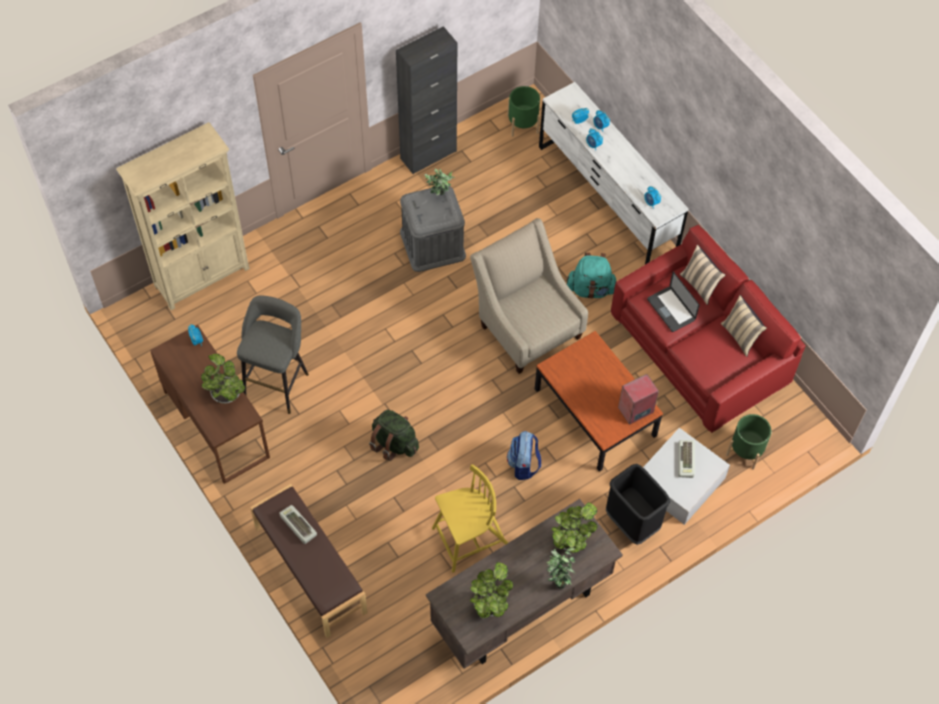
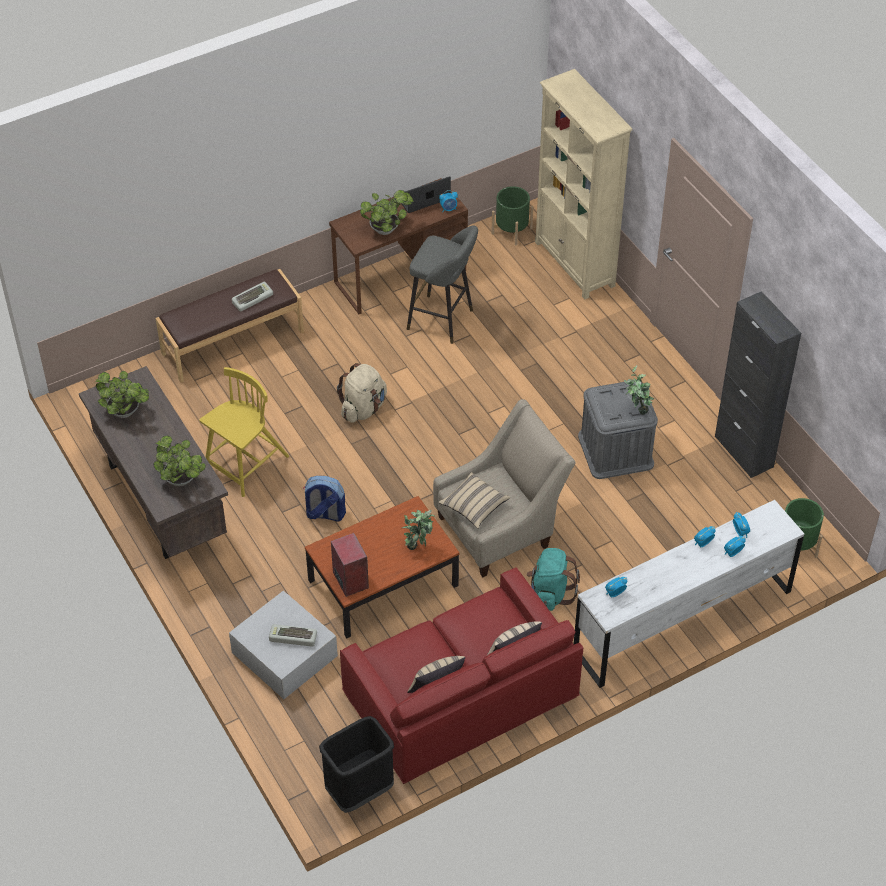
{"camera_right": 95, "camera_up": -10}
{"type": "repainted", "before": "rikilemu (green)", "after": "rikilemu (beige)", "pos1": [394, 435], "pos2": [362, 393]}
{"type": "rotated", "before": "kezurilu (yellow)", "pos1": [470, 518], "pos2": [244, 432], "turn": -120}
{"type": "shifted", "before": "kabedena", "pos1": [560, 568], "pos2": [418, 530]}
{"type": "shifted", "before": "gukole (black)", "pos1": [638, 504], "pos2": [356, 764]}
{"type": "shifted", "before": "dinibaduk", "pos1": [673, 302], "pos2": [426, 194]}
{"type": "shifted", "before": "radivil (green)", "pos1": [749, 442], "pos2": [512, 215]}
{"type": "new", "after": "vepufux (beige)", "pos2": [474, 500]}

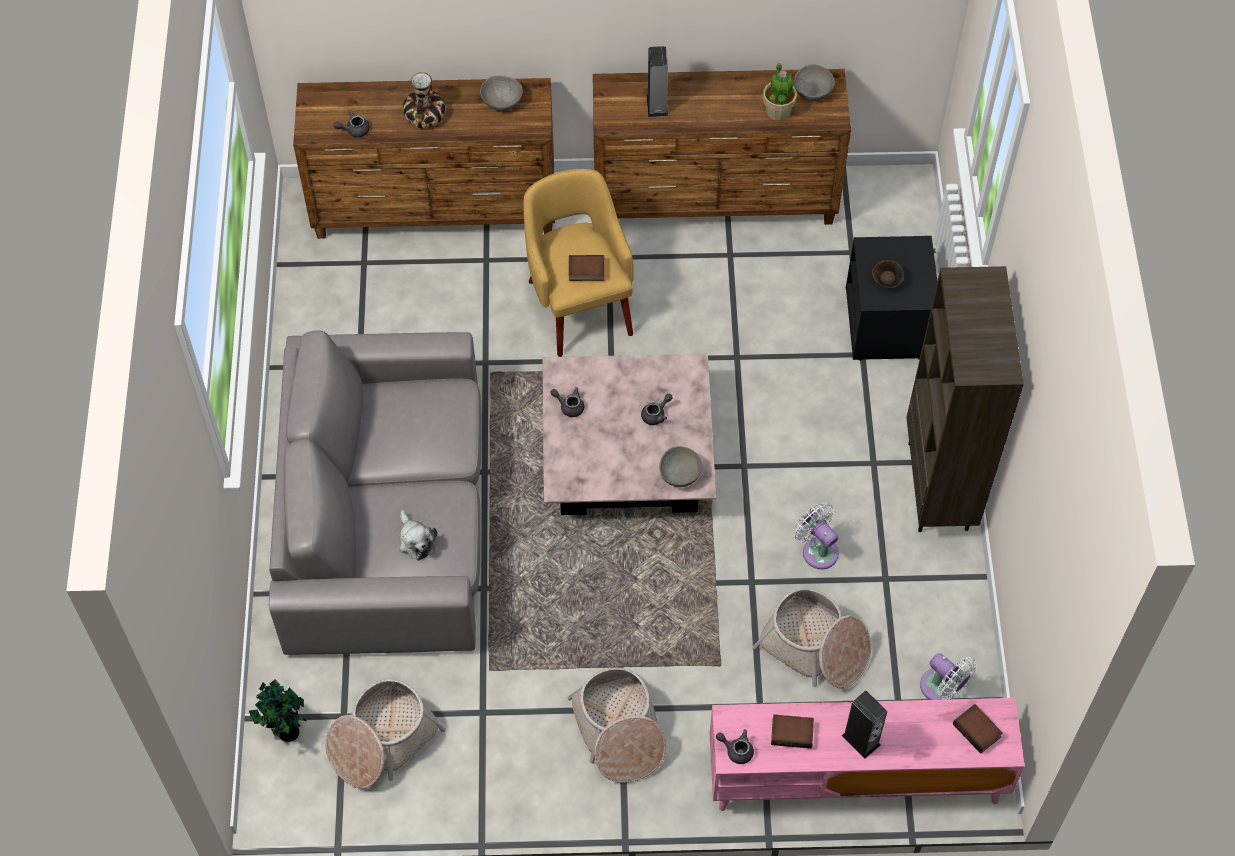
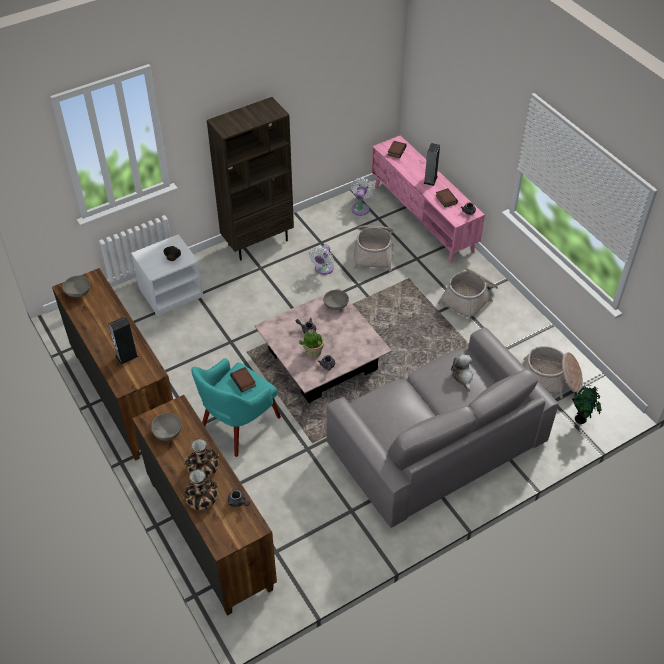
{"camera_right": -120, "camera_up": -10}
{"type": "rotated", "before": "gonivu", "pos1": [418, 535], "pos2": [462, 372], "turn": -45}
{"type": "repainted", "before": "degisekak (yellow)", "after": "degisekak (turquoise)", "pos1": [578, 263], "pos2": [236, 407]}
{"type": "shifted", "before": "kabedena", "pos1": [780, 92], "pos2": [311, 343]}
{"type": "repainted", "before": "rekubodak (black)", "after": "rekubodak (white)", "pos1": [891, 298], "pos2": [167, 275]}
{"type": "new", "after": "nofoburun", "pos2": [200, 489]}

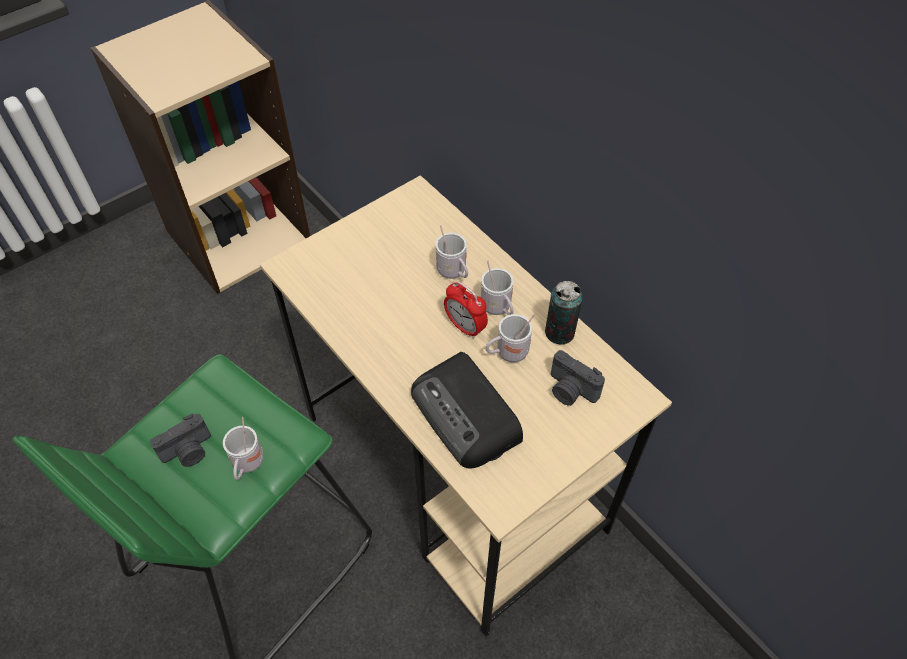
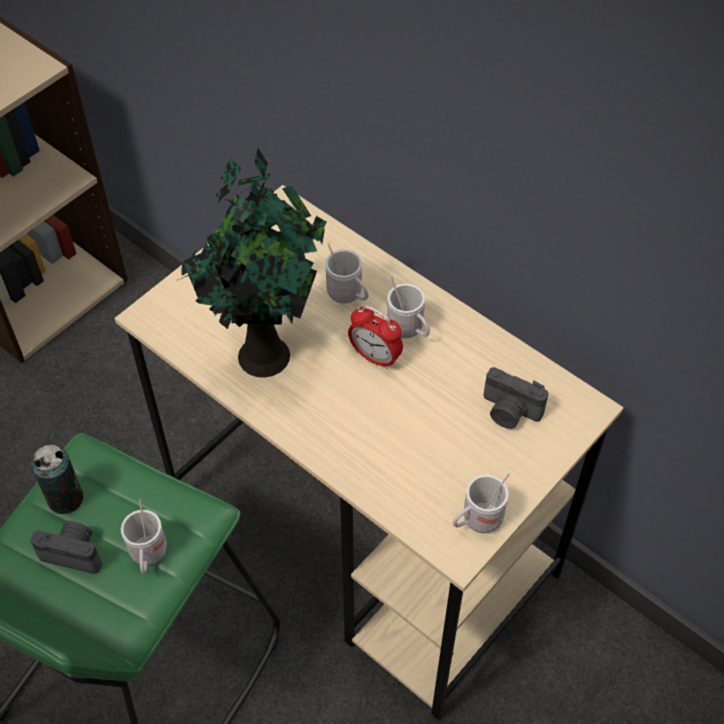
{"camera_right": -10, "camera_up": 0}
{"type": "rotated", "before": "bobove", "pos1": [180, 440], "pos2": [66, 547], "turn": -120}
{"type": "gone", "before": "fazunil", "pos1": [467, 410]}
{"type": "shifted", "before": "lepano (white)", "pos1": [510, 338], "pos2": [481, 503]}
{"type": "shifted", "before": "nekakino", "pos1": [564, 313], "pos2": [57, 479]}
{"type": "new", "after": "kabedena", "pos2": [251, 263]}

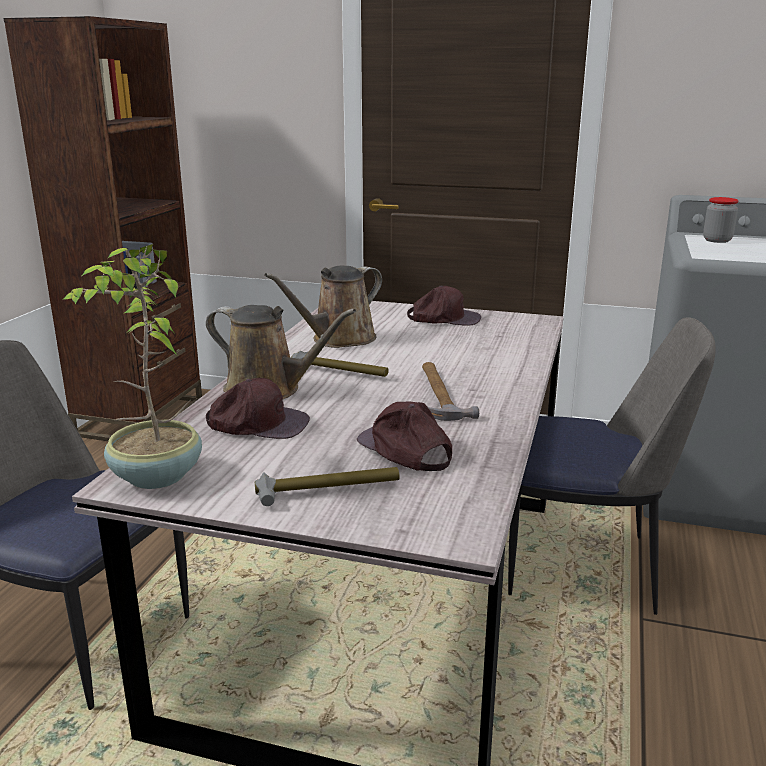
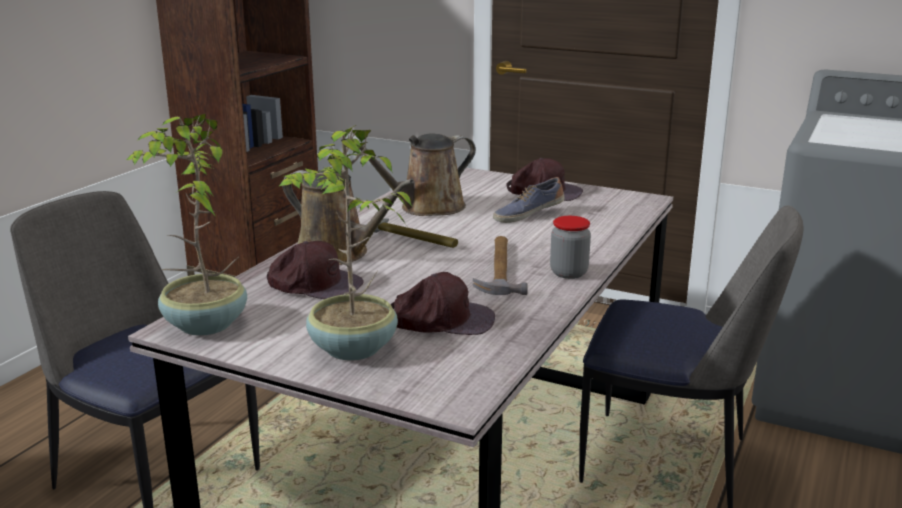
{"camera_right": 10, "camera_up": 0}
{"type": "swapped", "before": "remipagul", "after": "kabedena", "pos1": [327, 486], "pos2": [345, 243]}
{"type": "rotated", "before": "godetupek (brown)", "pos1": [404, 436], "pos2": [443, 303], "turn": 120}
{"type": "shifted", "before": "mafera", "pos1": [720, 220], "pos2": [570, 247]}
{"type": "new", "after": "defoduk", "pos2": [529, 200]}

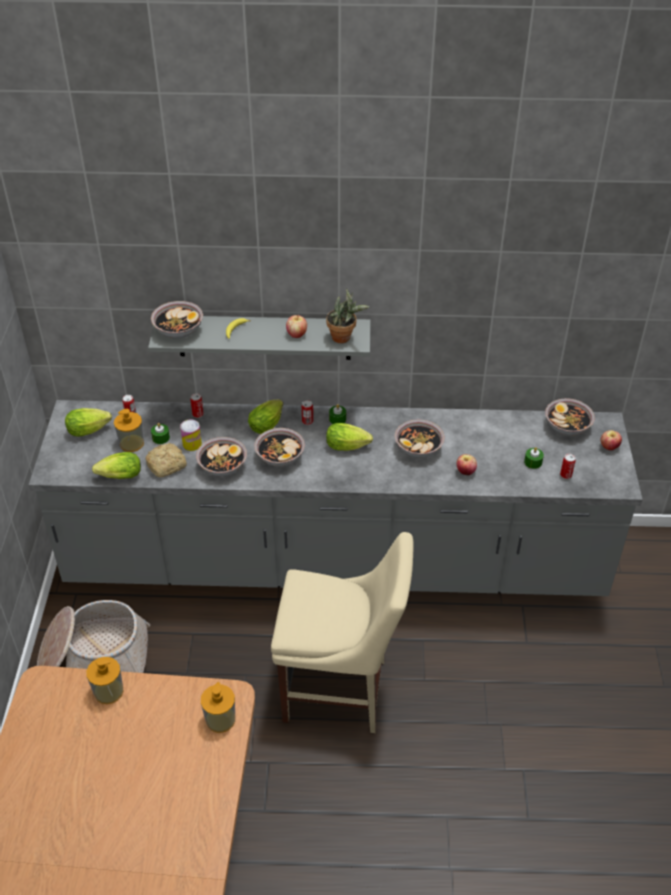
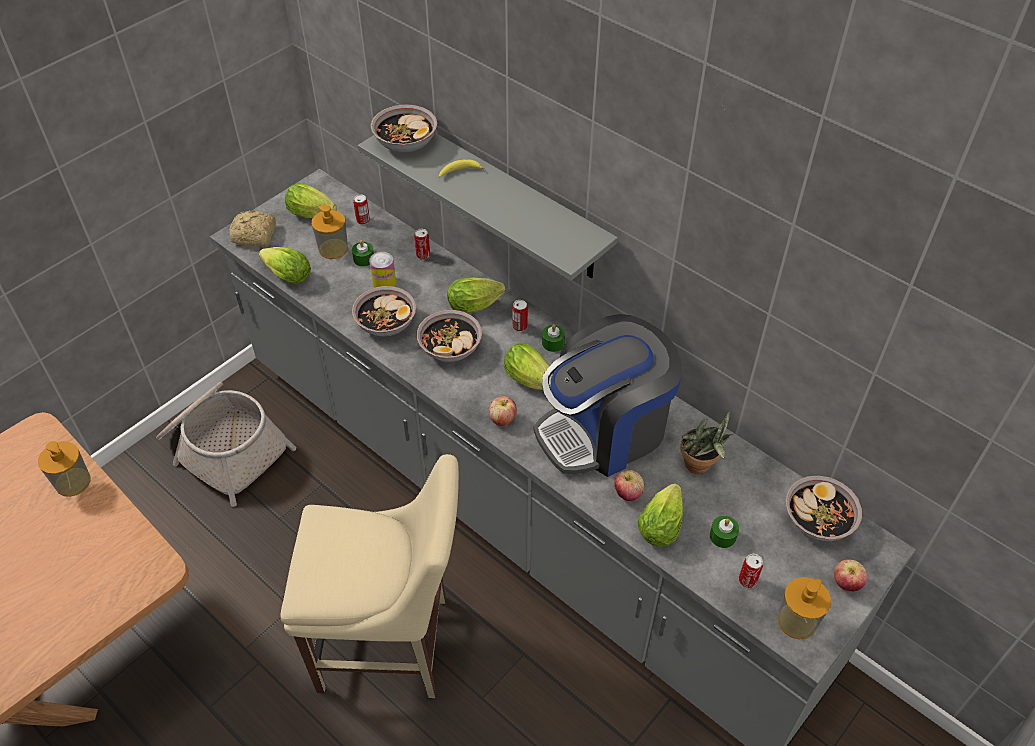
{"camera_right": 40, "camera_up": 5}
{"type": "shifted", "before": "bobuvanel", "pos1": [166, 460], "pos2": [252, 228]}
{"type": "shifted", "before": "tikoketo", "pos1": [218, 707], "pos2": [804, 608]}
{"type": "rotated", "before": "kezurilu (beige)", "pos1": [342, 632], "pos2": [369, 576], "turn": -45}
{"type": "shifted", "before": "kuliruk", "pos1": [296, 326], "pos2": [503, 411]}
{"type": "shifted", "before": "kabedena", "pos1": [347, 315], "pos2": [707, 442]}
{"type": "swapped", "before": "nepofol", "after": "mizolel", "pos1": [420, 438], "pos2": [608, 395]}
{"type": "new", "after": "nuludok", "pos2": [660, 515]}

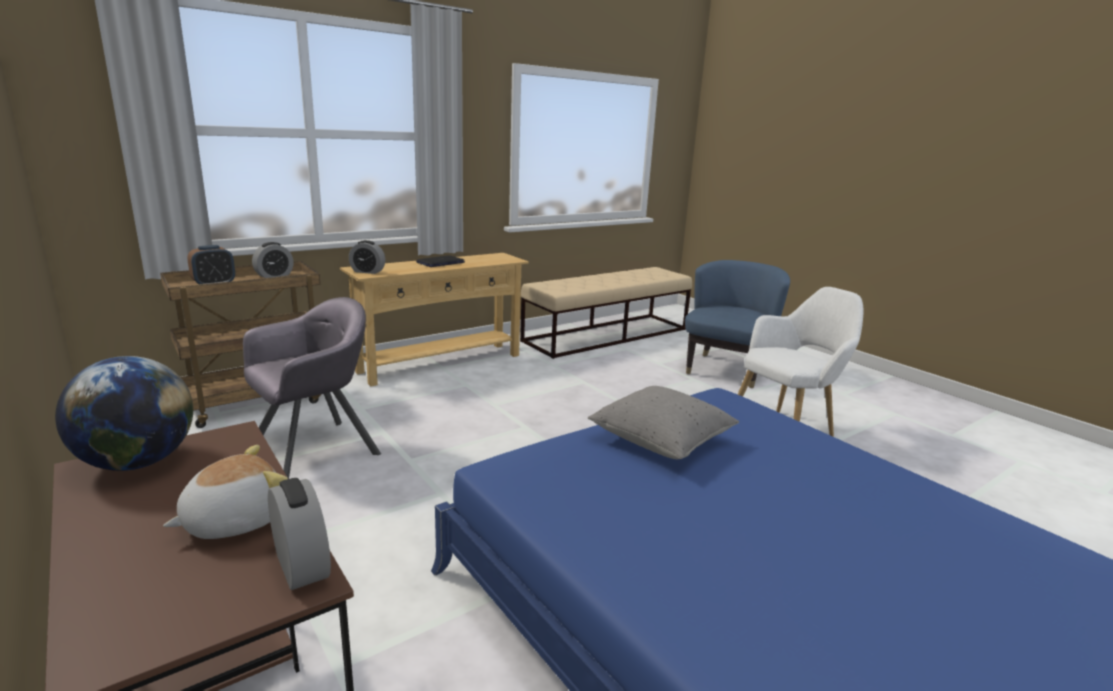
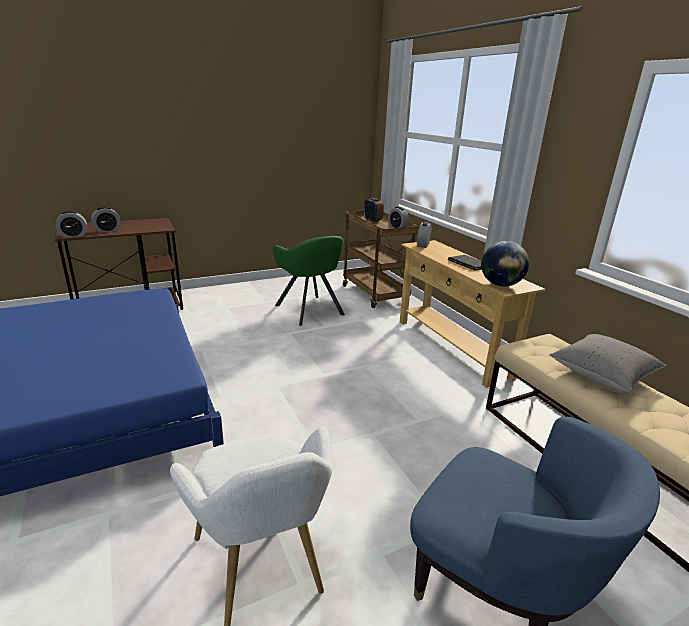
{"camera_right": 100, "camera_up": 5}
{"type": "shifted", "before": "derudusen", "pos1": [124, 413], "pos2": [505, 264]}
{"type": "swapped", "before": "gonivu", "after": "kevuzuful", "pos1": [225, 492], "pos2": [106, 220]}
{"type": "repainted", "before": "degisekak (grey)", "after": "degisekak (green)", "pos1": [312, 388], "pos2": [309, 281]}
{"type": "shifted", "before": "vepufux (grey)", "pos1": [663, 422], "pos2": [608, 363]}

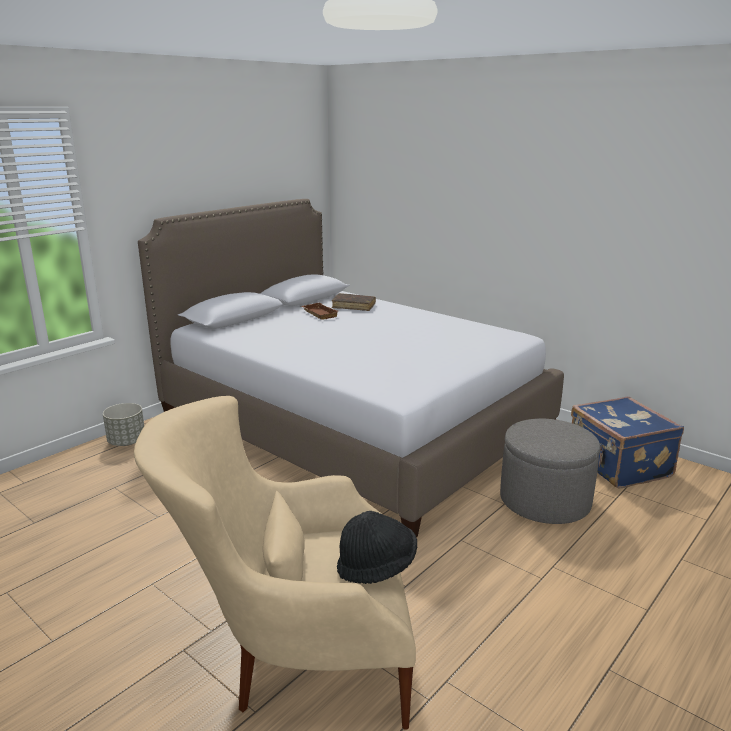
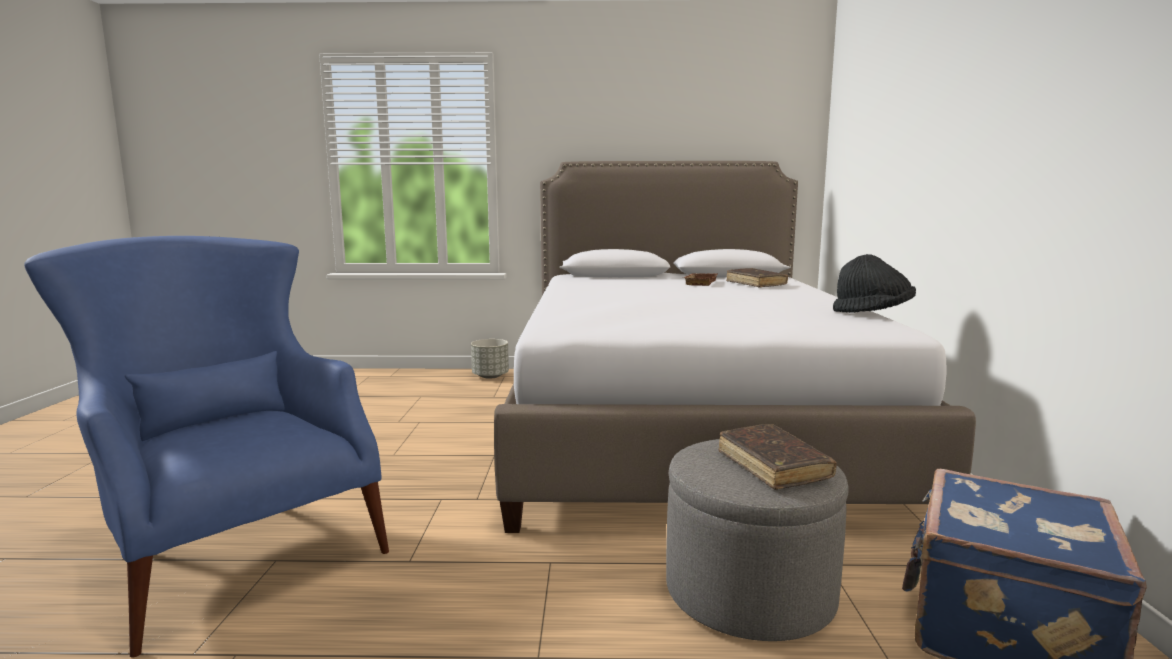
{"camera_right": 50, "camera_up": -10}
{"type": "repainted", "before": "degisekak (beige)", "after": "degisekak (blue)", "pos1": [275, 563], "pos2": [206, 447]}
{"type": "shifted", "before": "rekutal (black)", "pos1": [377, 547], "pos2": [874, 283]}
{"type": "new", "after": "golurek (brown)", "pos2": [777, 457]}

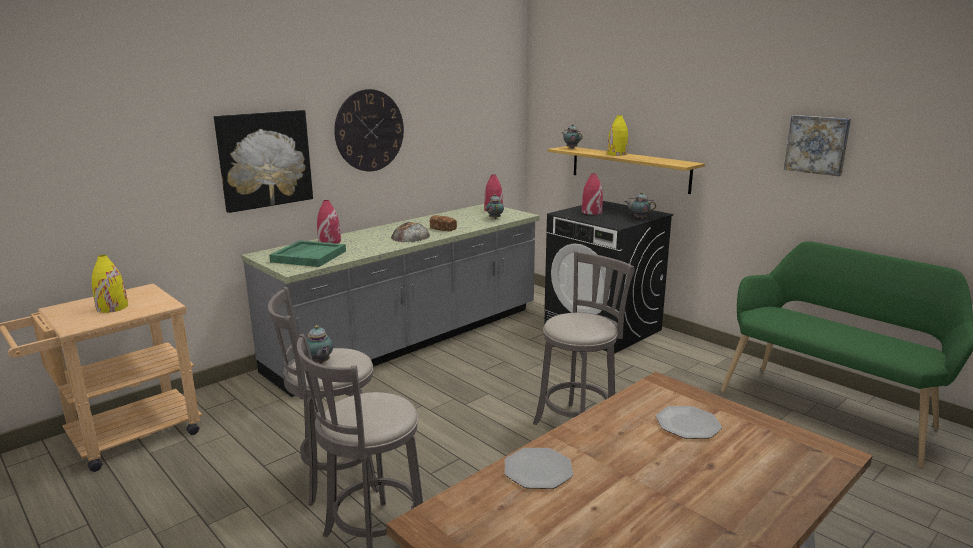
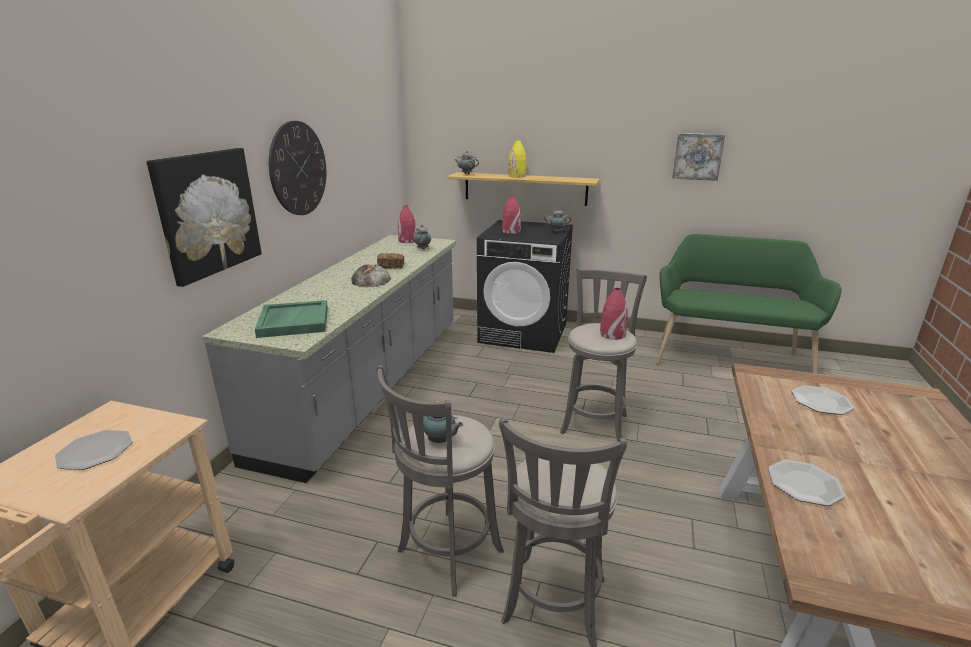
{"camera_right": -30, "camera_up": 5}
{"type": "swapped", "before": "nofoburun (yellow)", "after": "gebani", "pos1": [110, 284], "pos2": [93, 450]}
{"type": "shifted", "before": "nofoburun (red)", "pos1": [329, 222], "pos2": [614, 314]}

